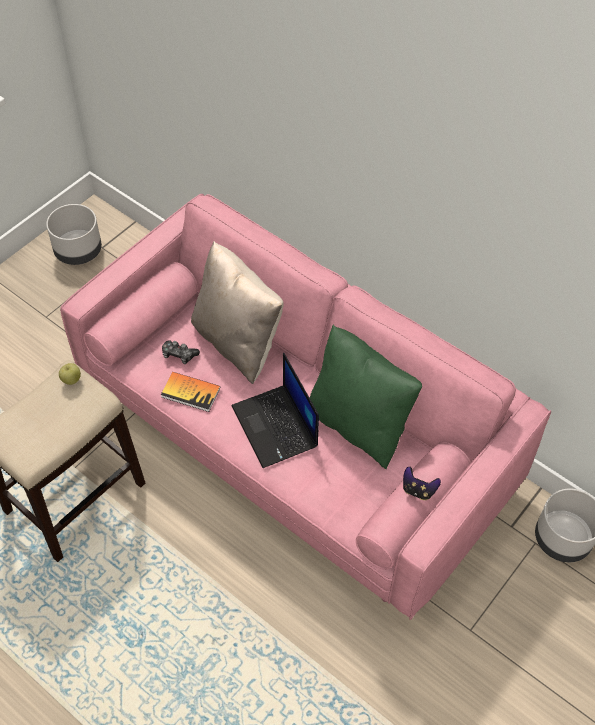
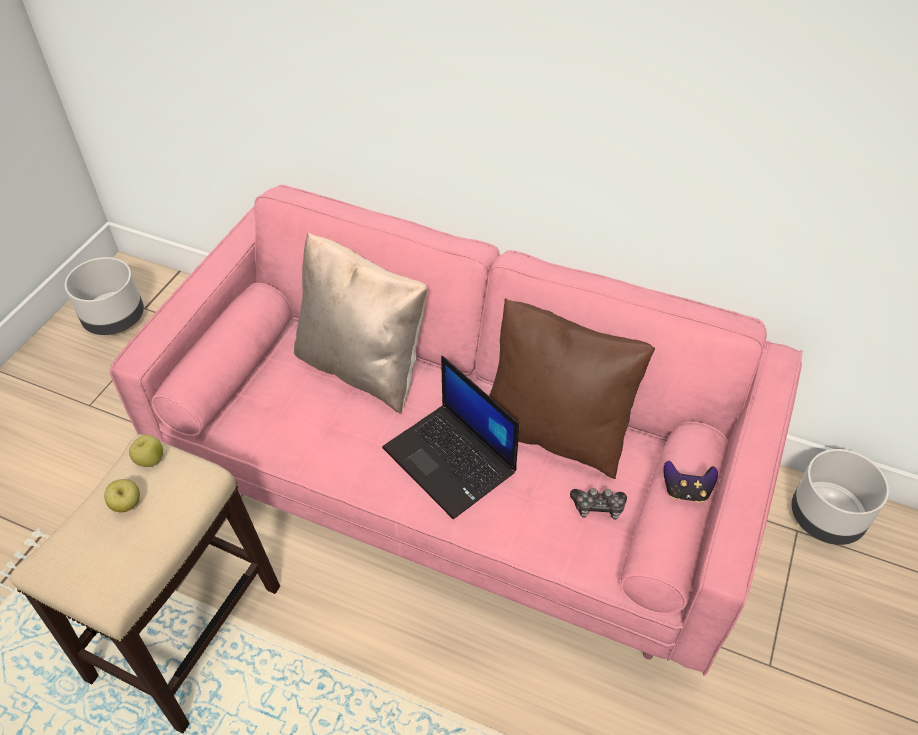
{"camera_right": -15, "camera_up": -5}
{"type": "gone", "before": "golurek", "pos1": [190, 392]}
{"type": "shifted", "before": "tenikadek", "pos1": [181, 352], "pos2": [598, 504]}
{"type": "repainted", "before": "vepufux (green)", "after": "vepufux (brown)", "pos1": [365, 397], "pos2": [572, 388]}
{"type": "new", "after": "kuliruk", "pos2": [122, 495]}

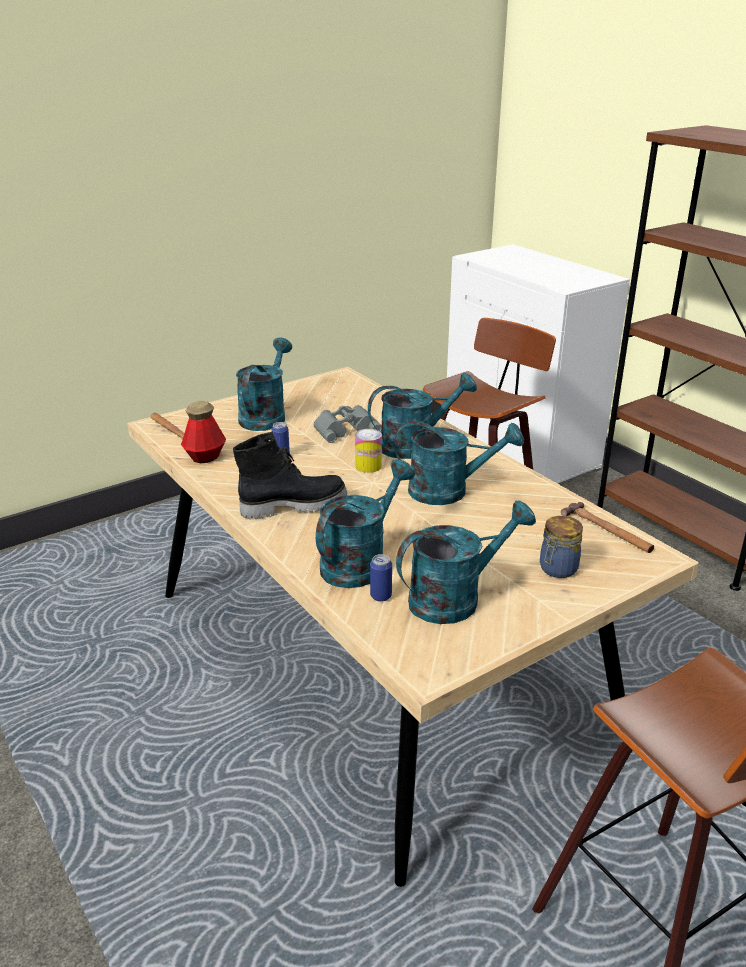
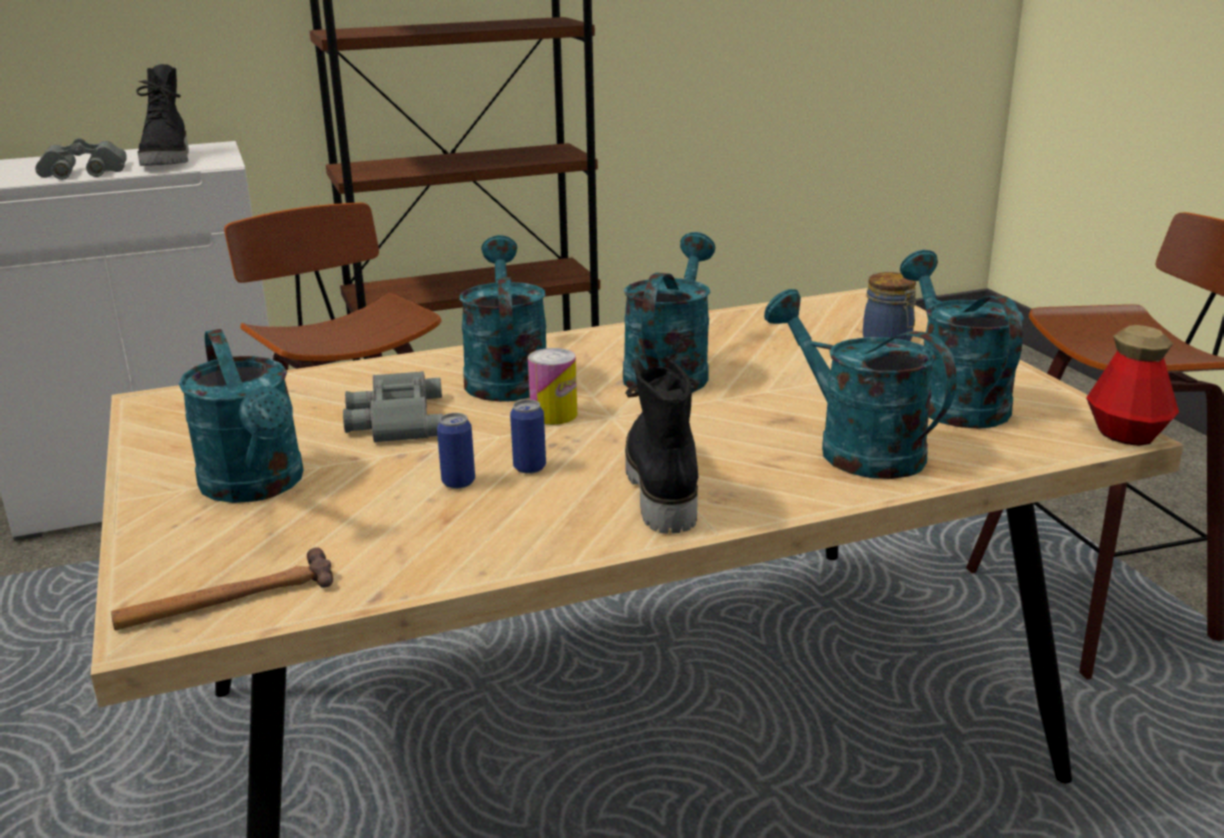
{"camera_right": -75, "camera_up": -5}
{"type": "shifted", "before": "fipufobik", "pos1": [203, 432], "pos2": [1132, 385]}
{"type": "rotated", "before": "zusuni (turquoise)", "pos1": [264, 384], "pos2": [241, 416], "turn": -150}
{"type": "shifted", "before": "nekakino", "pos1": [381, 578], "pos2": [528, 436]}
{"type": "gone", "before": "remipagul", "pos1": [607, 527]}
{"type": "new", "after": "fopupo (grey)", "pos2": [80, 159]}
{"type": "new", "after": "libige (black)", "pos2": [162, 115]}

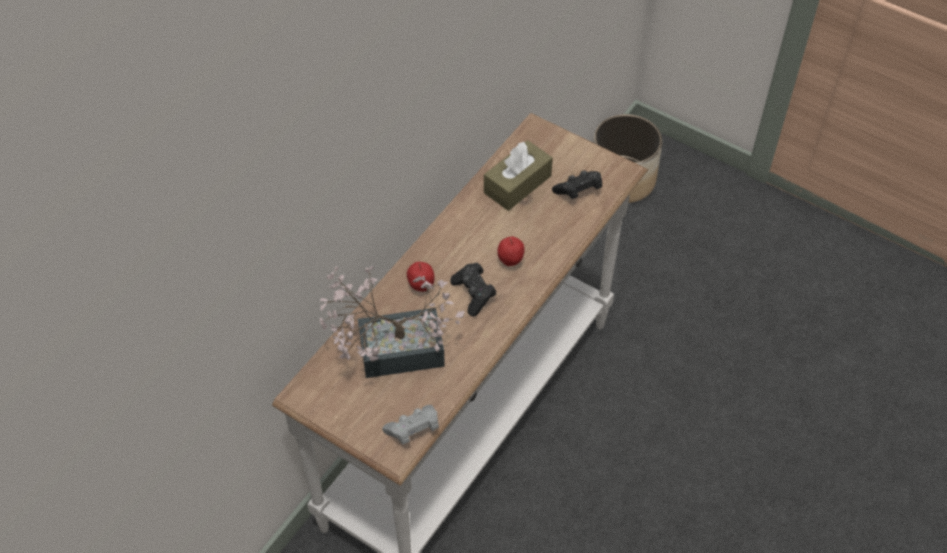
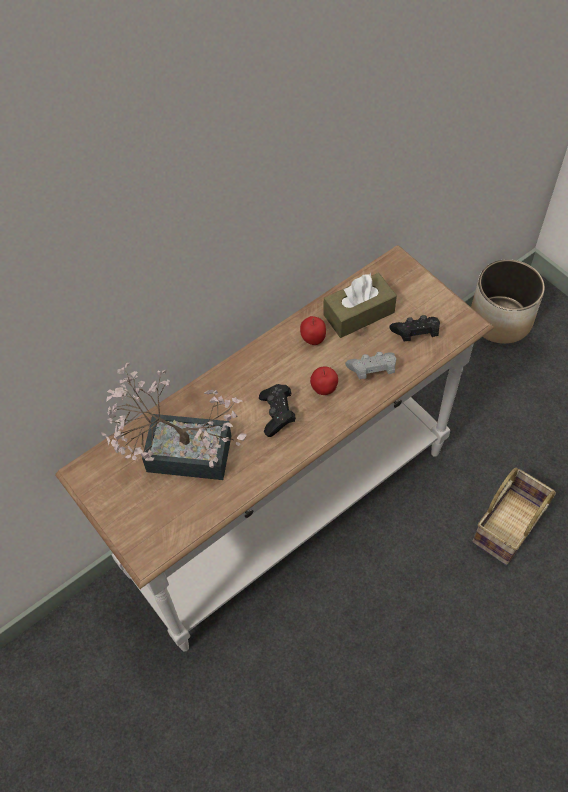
{"camera_right": 20, "camera_up": 5}
{"type": "shifted", "before": "tenikadek (grey)", "pos1": [410, 424], "pos2": [370, 365]}
{"type": "shifted", "before": "kuliruk", "pos1": [421, 276], "pos2": [313, 330]}
{"type": "new", "after": "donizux", "pos2": [514, 516]}

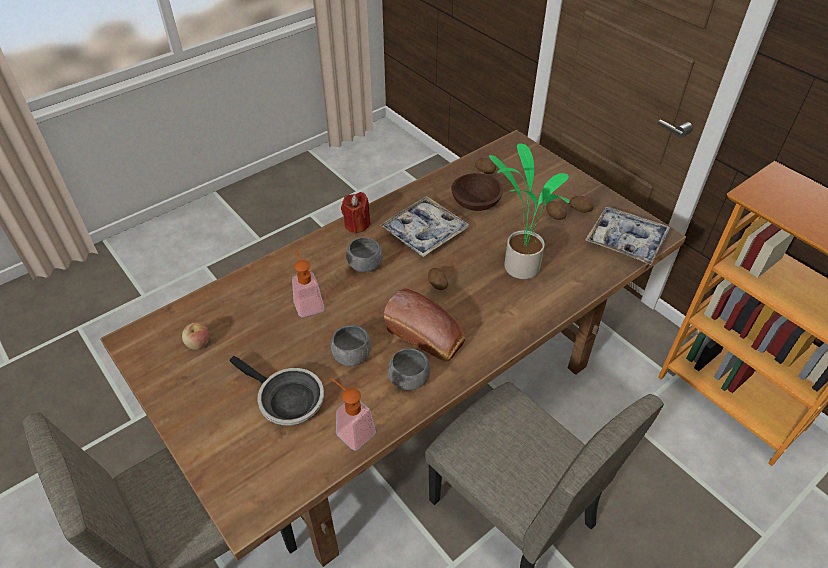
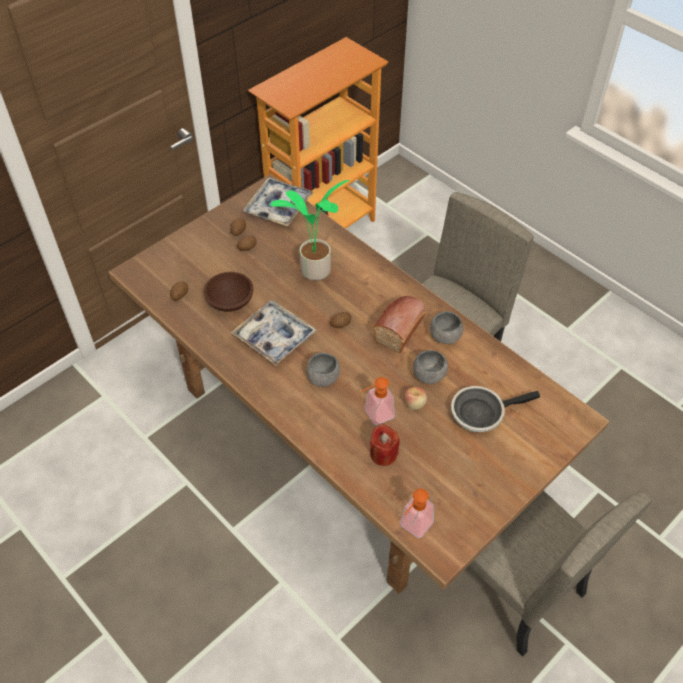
{"camera_right": -95, "camera_up": 5}
{"type": "shifted", "before": "kuliruk", "pos1": [195, 336], "pos2": [415, 398]}
{"type": "rotated", "before": "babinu", "pos1": [276, 390], "pos2": [496, 409], "turn": -135}
{"type": "shifted", "before": "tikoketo", "pos1": [353, 414], "pos2": [417, 513]}
{"type": "shifted", "before": "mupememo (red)", "pos1": [356, 213], "pos2": [385, 445]}

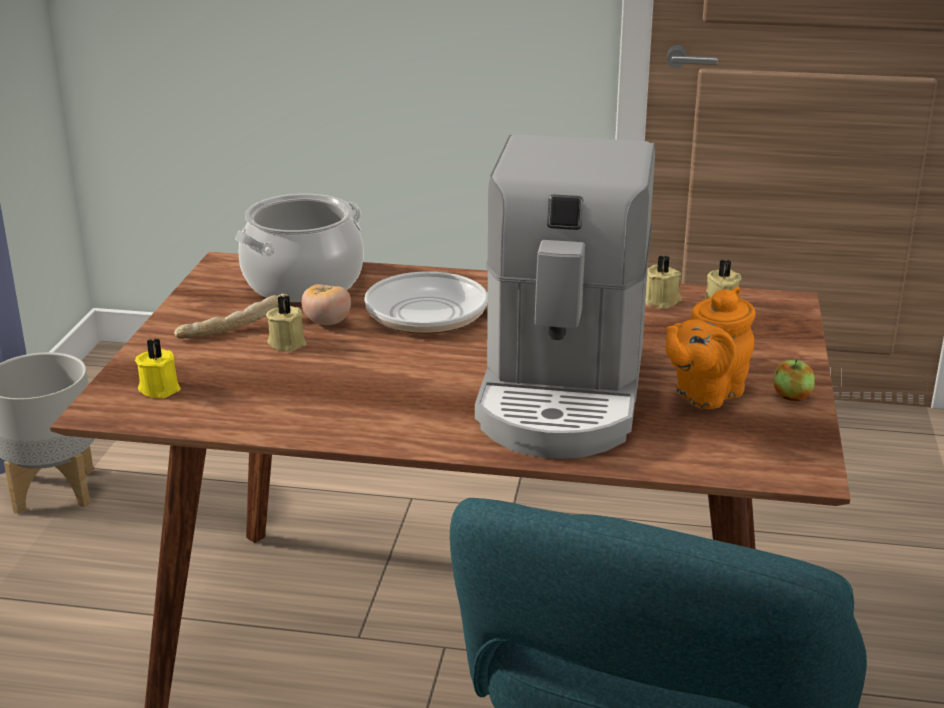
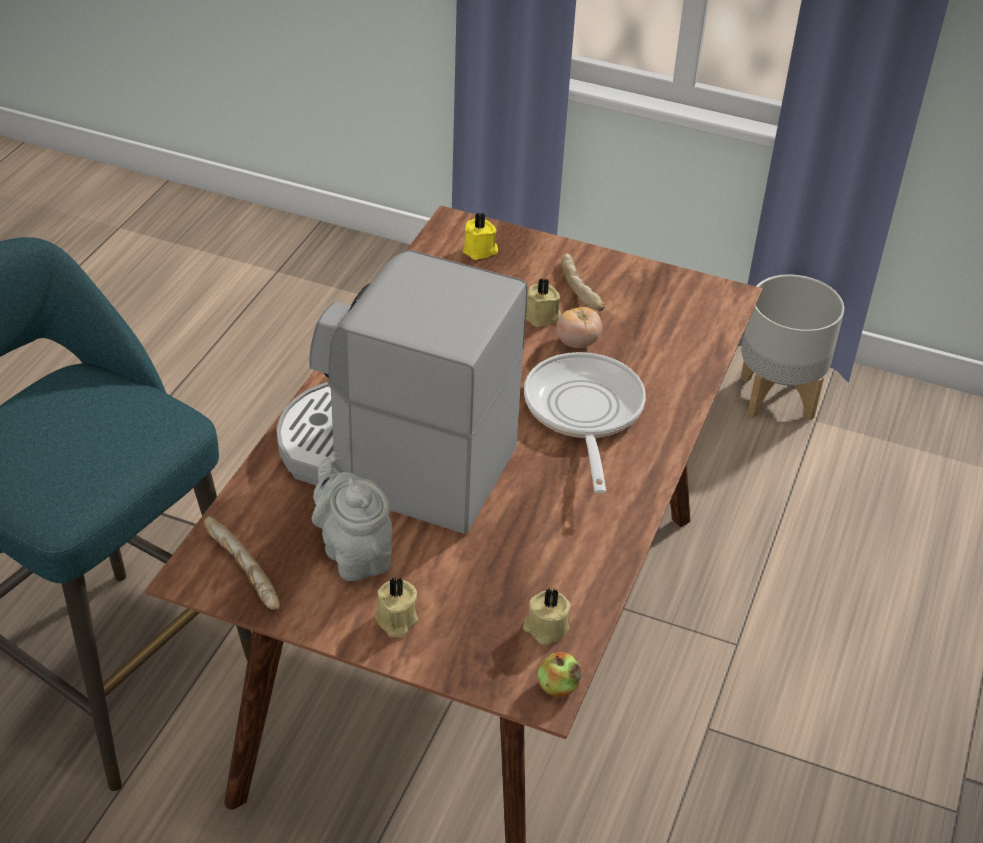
{"camera_right": 100, "camera_up": 15}
{"type": "gone", "before": "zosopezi", "pos1": [299, 248]}
{"type": "shifted", "before": "mupememo (beige)", "pos1": [663, 282], "pos2": [396, 607]}
{"type": "repainted", "before": "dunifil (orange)", "after": "dunifil (grey)", "pos1": [711, 348], "pos2": [352, 516]}
{"type": "shifted", "before": "kuliruk", "pos1": [794, 380], "pos2": [559, 674]}
{"type": "new", "after": "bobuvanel", "pos2": [241, 563]}

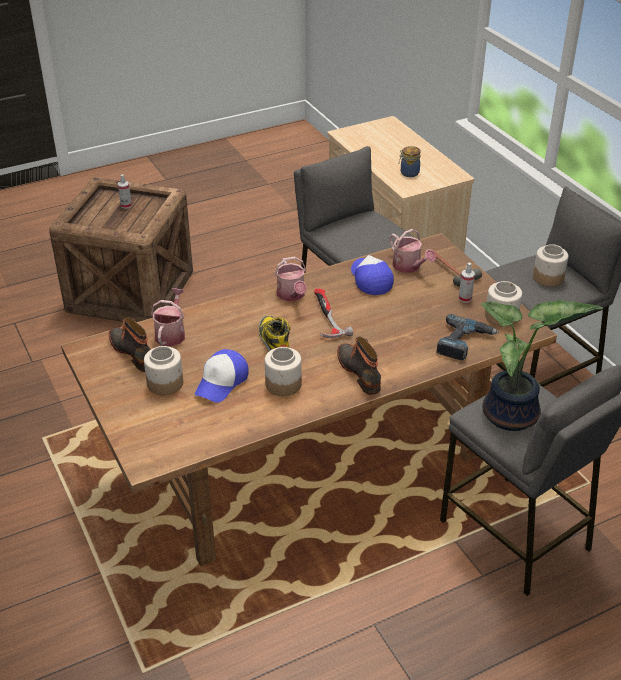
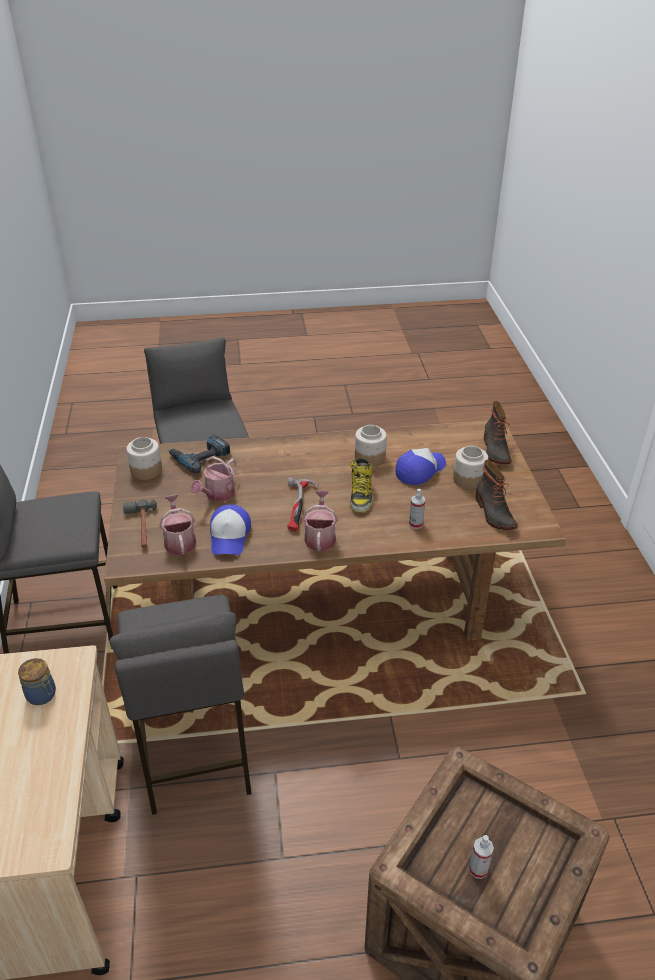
{"camera_right": -160, "camera_up": 0}
{"type": "shifted", "before": "zusuni", "pos1": [168, 317], "pos2": [213, 478]}
{"type": "shifted", "before": "libige", "pos1": [359, 365], "pos2": [498, 432]}
{"type": "shifted", "before": "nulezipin", "pos1": [467, 283], "pos2": [417, 509]}
{"type": "gone", "before": "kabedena", "pos1": [541, 365]}
{"type": "gone", "before": "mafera", "pos1": [550, 265]}

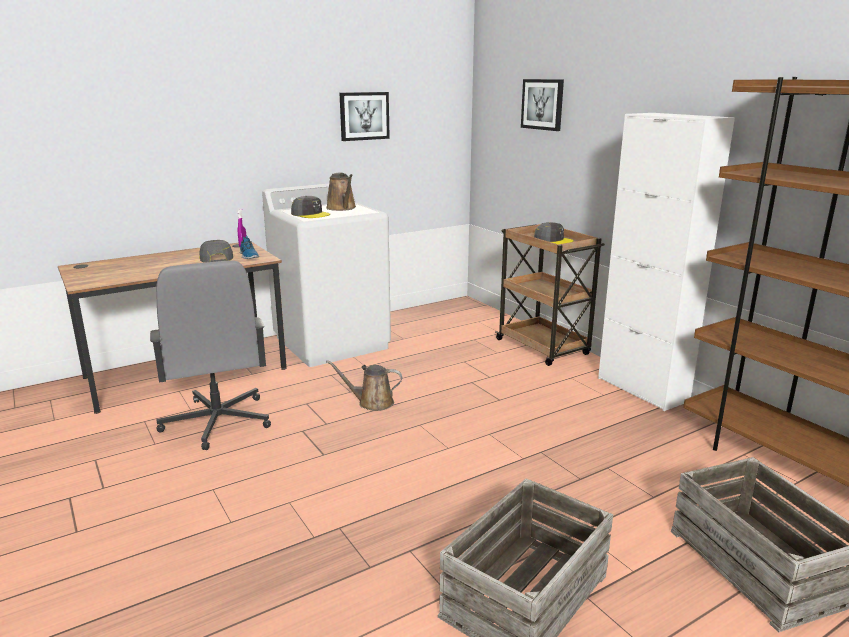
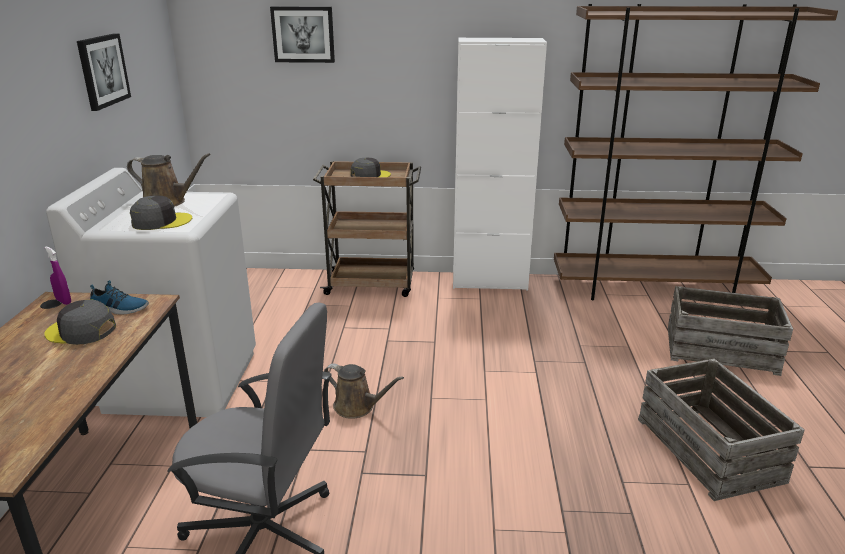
{"camera_right": -55, "camera_up": 5}
{"type": "rotated", "before": "zusuni (brown)", "pos1": [364, 385], "pos2": [364, 391], "turn": -105}

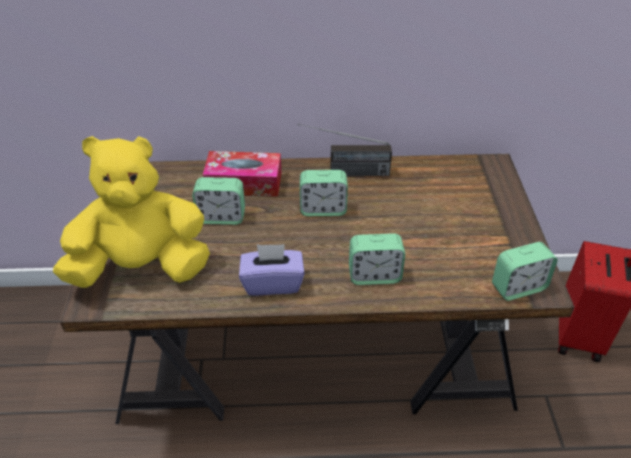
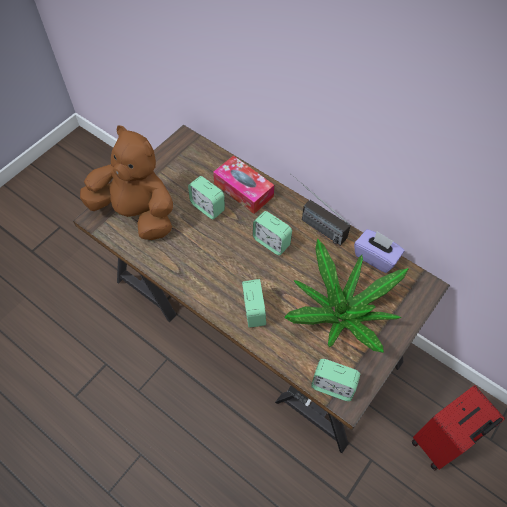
{"camera_right": 40, "camera_up": 15}
{"type": "repainted", "before": "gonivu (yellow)", "after": "gonivu (brown)", "pos1": [131, 212], "pos2": [126, 183]}
{"type": "shifted", "before": "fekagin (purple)", "pos1": [272, 270], "pos2": [379, 251]}
{"type": "rotated", "before": "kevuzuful", "pos1": [377, 259], "pos2": [254, 303], "turn": -135}
{"type": "new", "after": "kabedena", "pos2": [346, 295]}

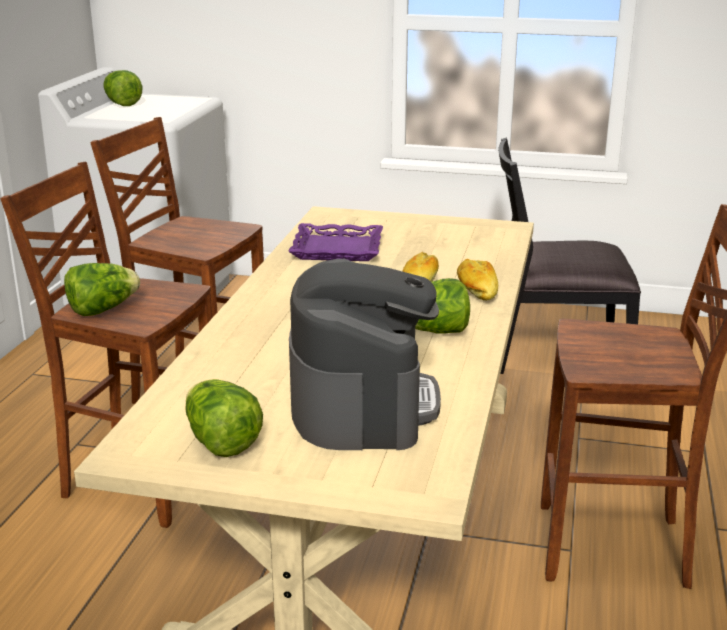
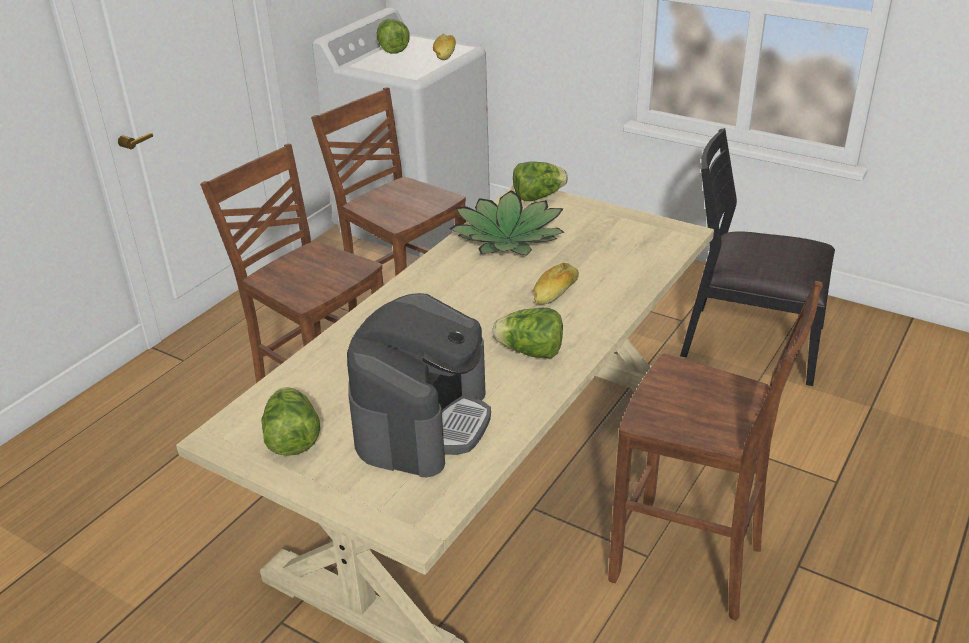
{"camera_right": 20, "camera_up": 10}
{"type": "shifted", "before": "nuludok", "pos1": [102, 289], "pos2": [540, 181]}
{"type": "swapped", "before": "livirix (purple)", "after": "kabedena", "pos1": [335, 242], "pos2": [506, 223]}
{"type": "shifted", "before": "bobuvanel", "pos1": [477, 280], "pos2": [444, 46]}

